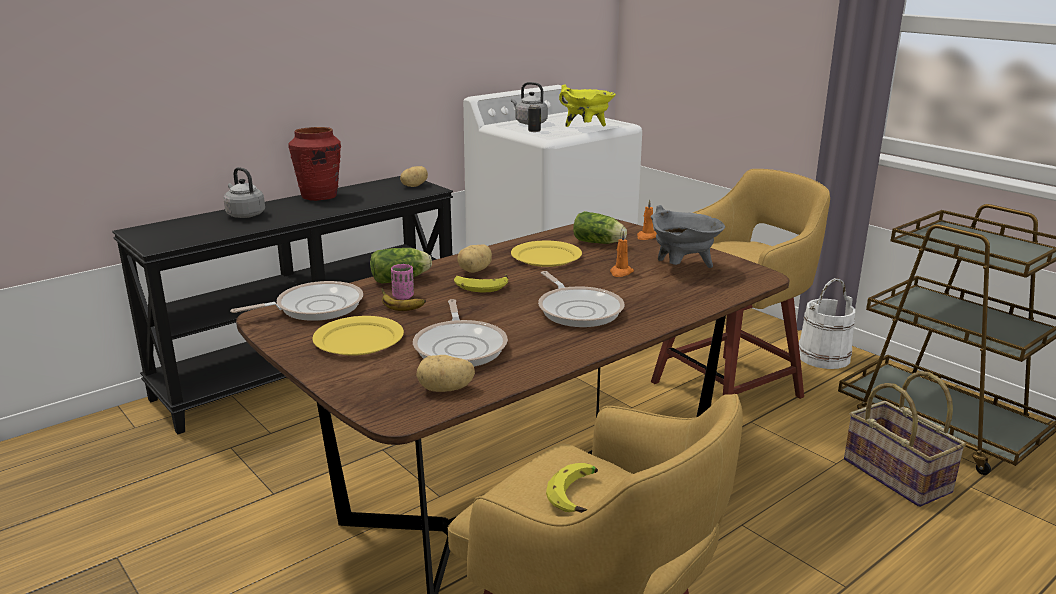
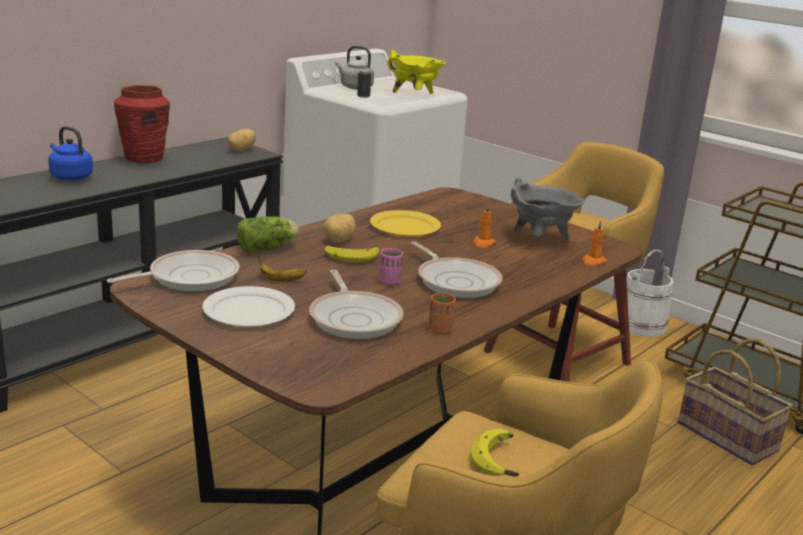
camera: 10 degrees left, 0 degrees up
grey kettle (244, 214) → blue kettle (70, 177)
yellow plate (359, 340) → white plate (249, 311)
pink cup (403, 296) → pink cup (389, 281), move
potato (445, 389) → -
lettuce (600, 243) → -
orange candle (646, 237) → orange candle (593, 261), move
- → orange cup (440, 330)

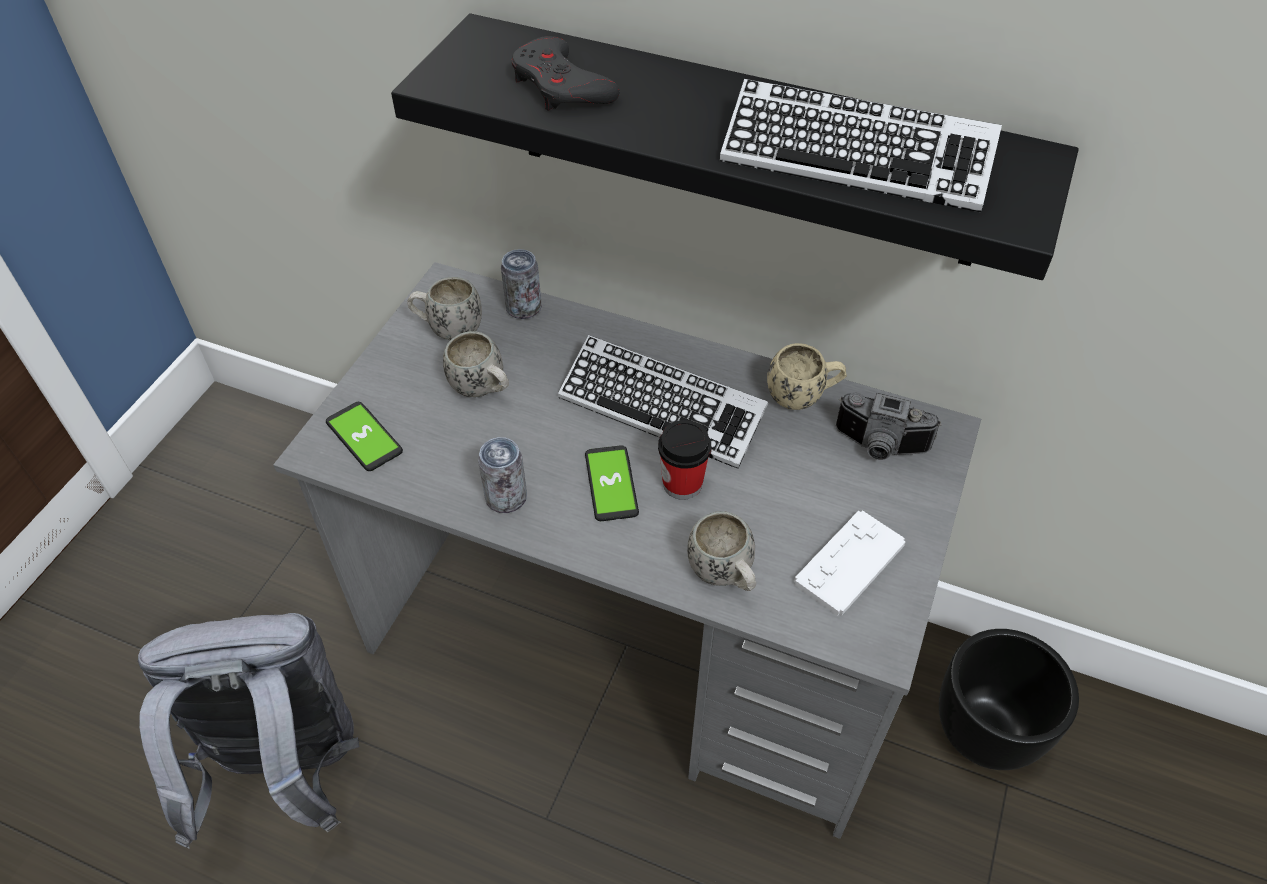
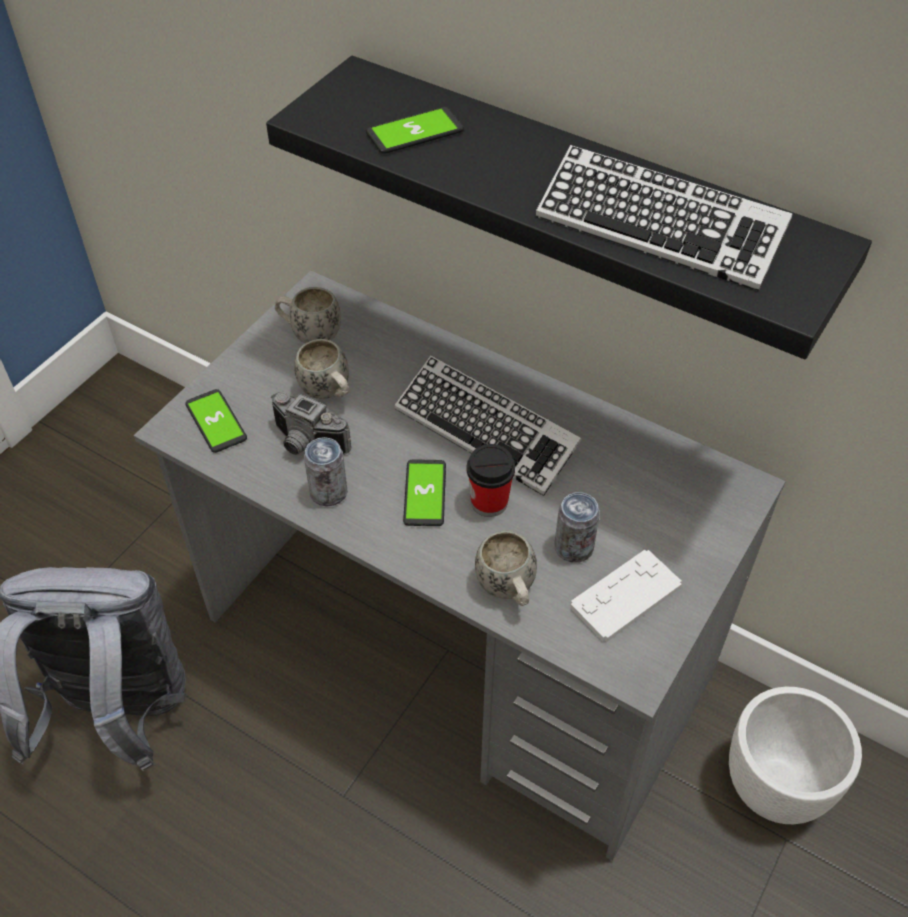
camera: 10 degrees right, 0 degrees up
can (523, 308) → can (573, 547), move
grey game controller (561, 86) → phone (414, 132)
beige mug (802, 397) → -
photo camera (879, 448) → photo camera (305, 445), move
black planter (983, 732) → white planter (773, 786)

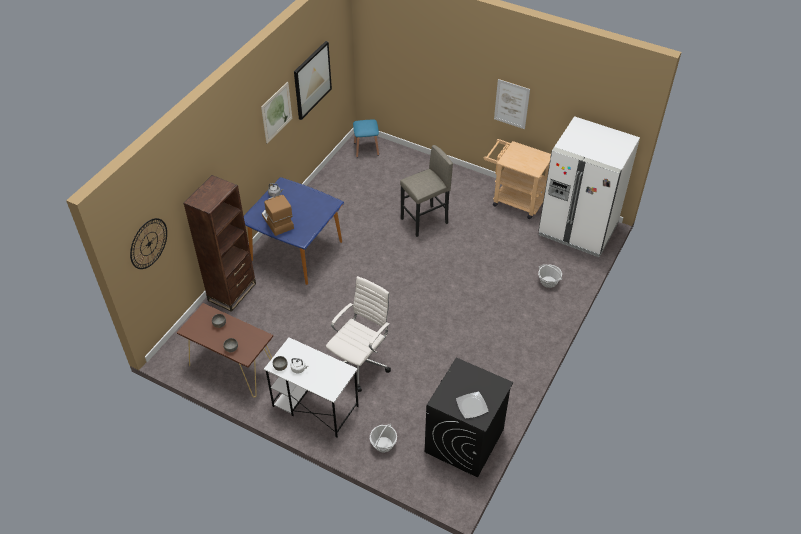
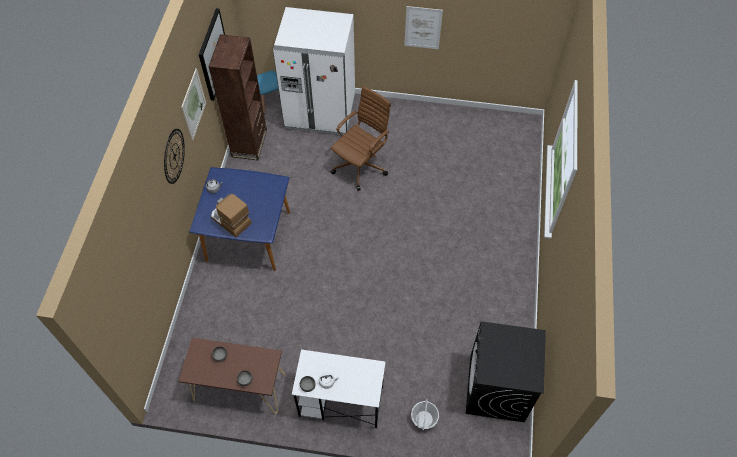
camera: 20 degrees left, 10 degrees up
wall clock (148, 243) → wall clock (174, 156), move
brown bookcase (232, 292) → brown bookcase (249, 143), move
white office chair (360, 363) → -
grey stool (424, 221) → brown office chair (361, 165)
plate (471, 406) → -
beige cart (514, 200) → -
white fridge (578, 230) → white fridge (320, 112), move
basket (548, 282) → -

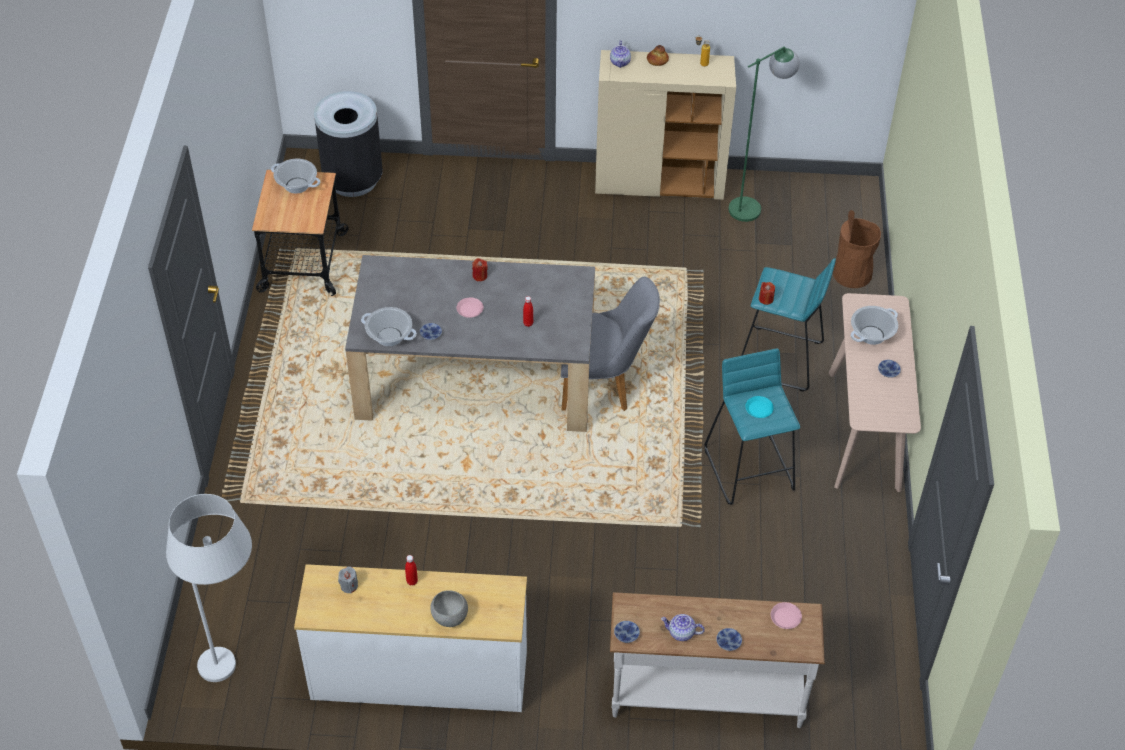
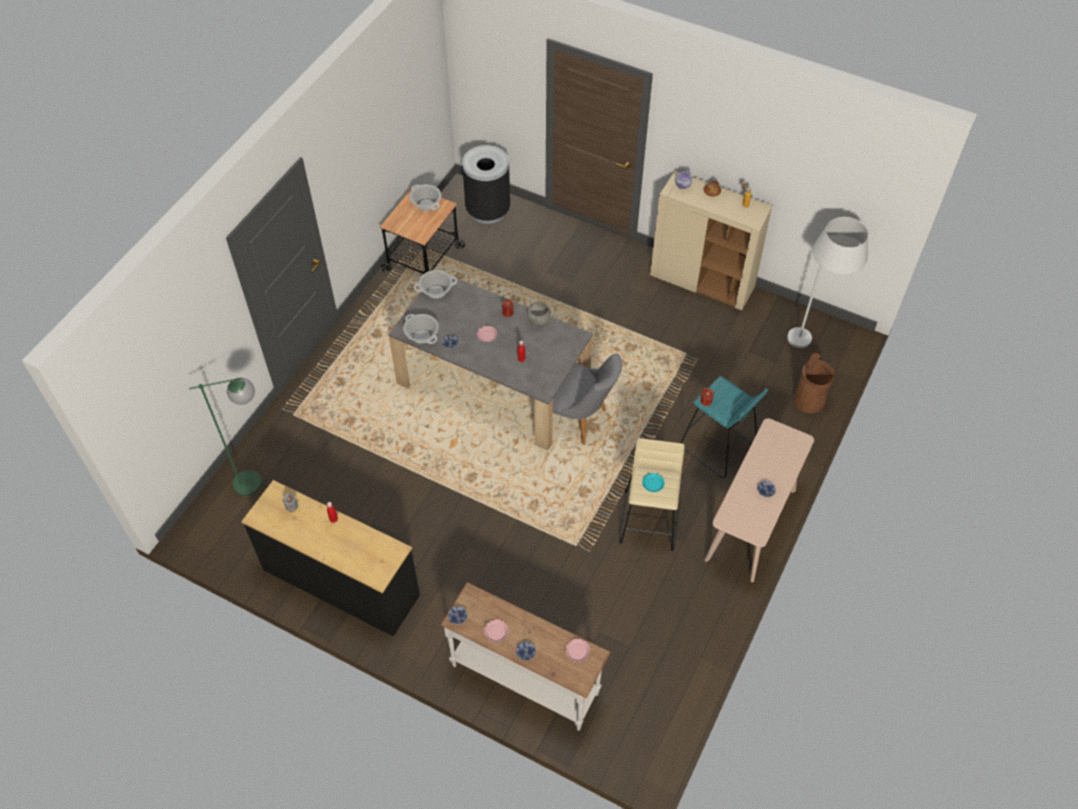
camera: 25 degrees right, 5 degrees up
white floor lamp (238, 660) → white floor lamp (813, 339), move
white dresser (419, 677) → black dresser (340, 583)
grey bowl (450, 617) → grey bowl (538, 320), move
teapot (681, 633) → pink plate (496, 632)
turquoise stool (750, 468) → beige stool (649, 521)
green floor lamp (753, 204) → green floor lamp (258, 481), move
cooking pot (871, 335) → cooking pot (436, 291), move

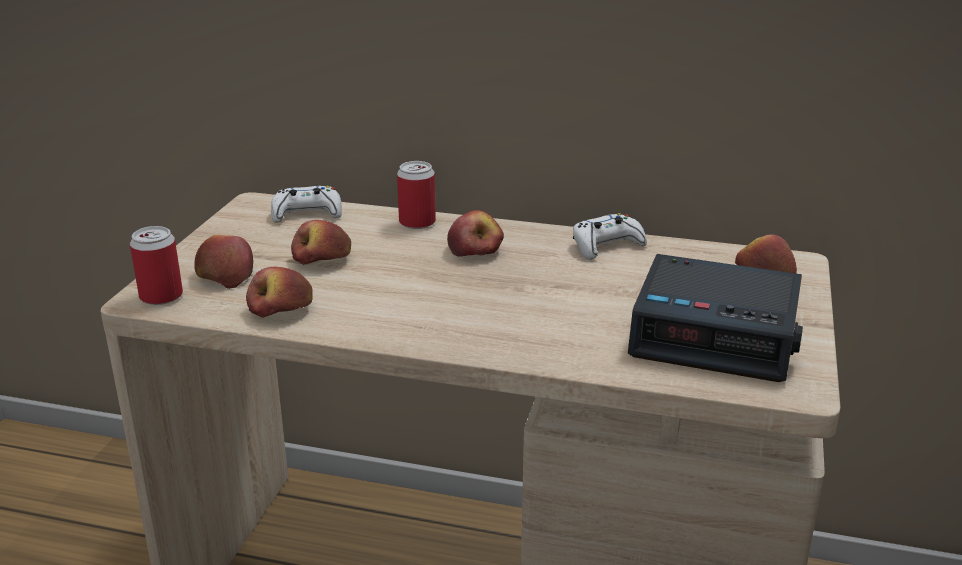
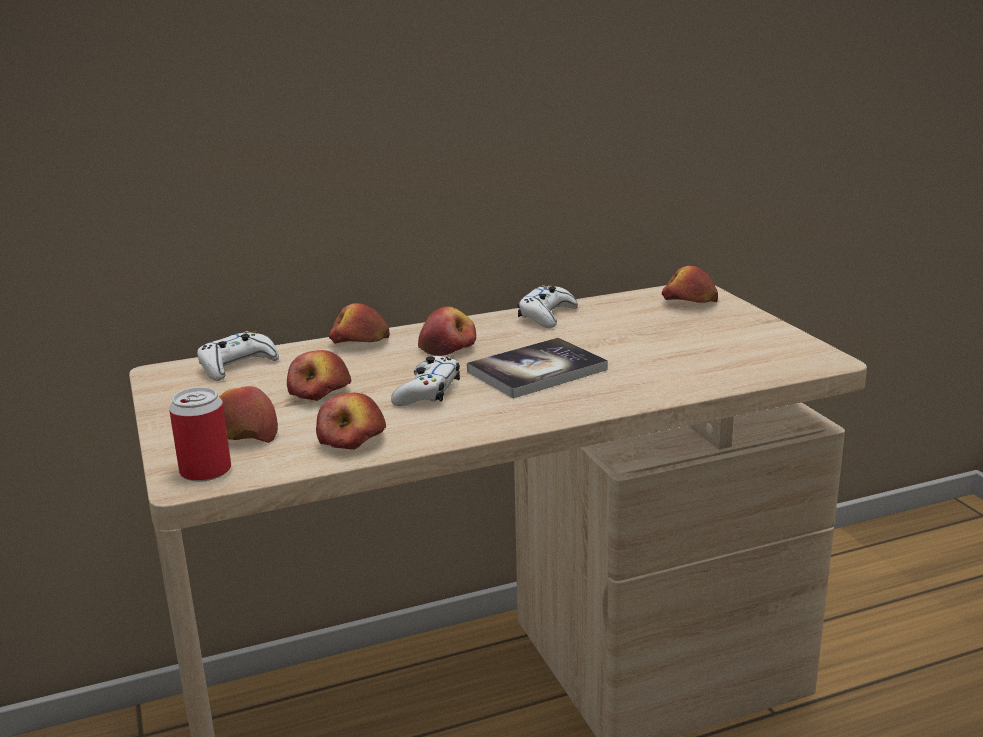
camera: 35 degrees left, 5 degrees down
can (417, 222) → apple (359, 343)
alarm clock (717, 334) → -
- → white game controller (427, 392)
- → book (537, 371)

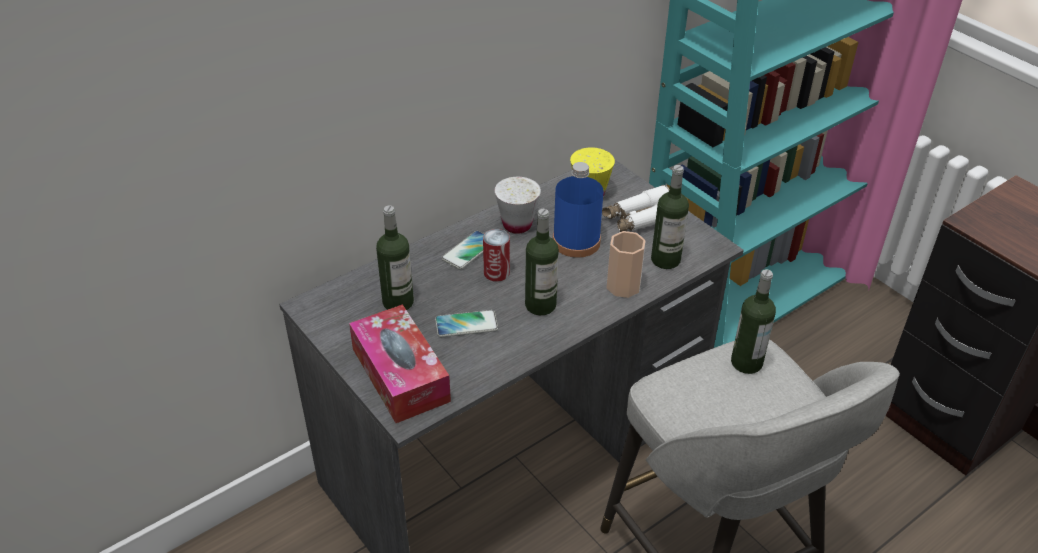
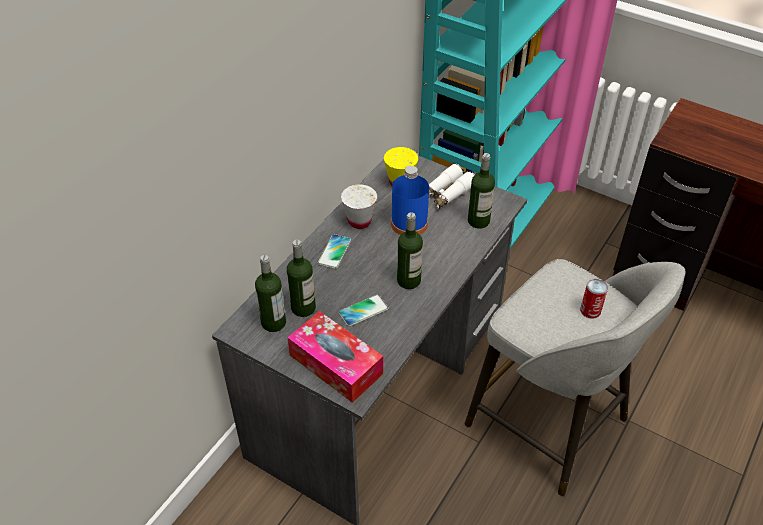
camera: 20 degrees left, 5 degrees up
can (496, 272) → can (590, 310), move
cup (623, 286) → -
bottle (746, 362) → bottle (273, 322), move

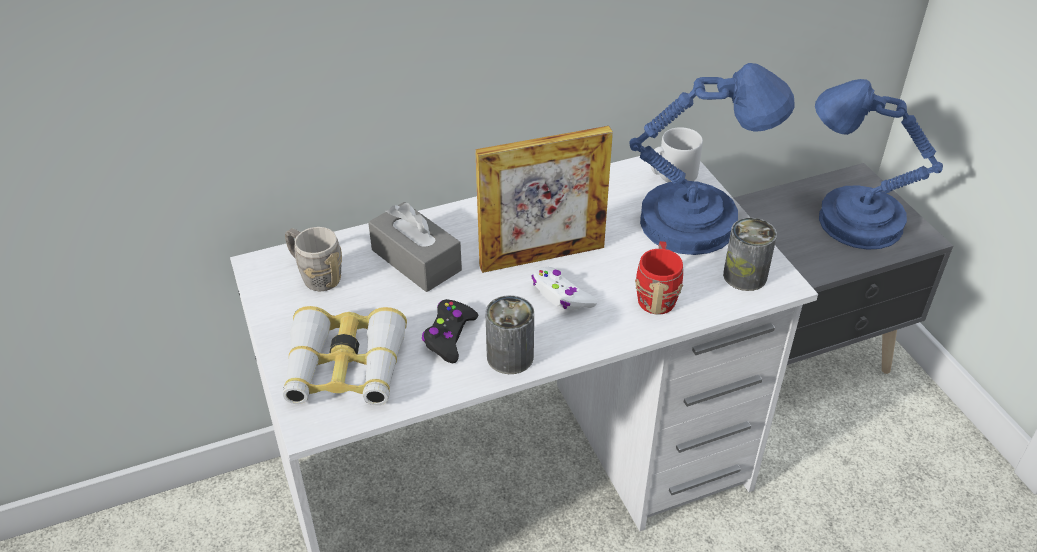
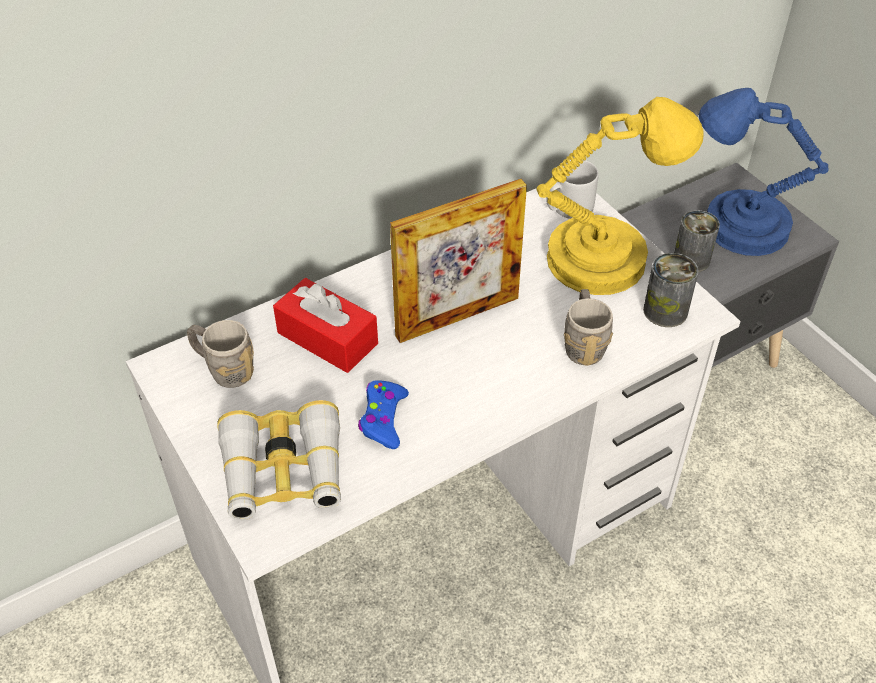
camera: 10 degrees left, 5 degrees up
grey tissue box (416, 260) → red tissue box (327, 338)
black game controller (449, 336) → blue game controller (383, 419)
can (510, 356) → can (691, 259), move
white game controller (561, 296) → -
blue table lamp (696, 222) → yellow table lamp (604, 258)
red mug (657, 295) → grey mug (583, 344)

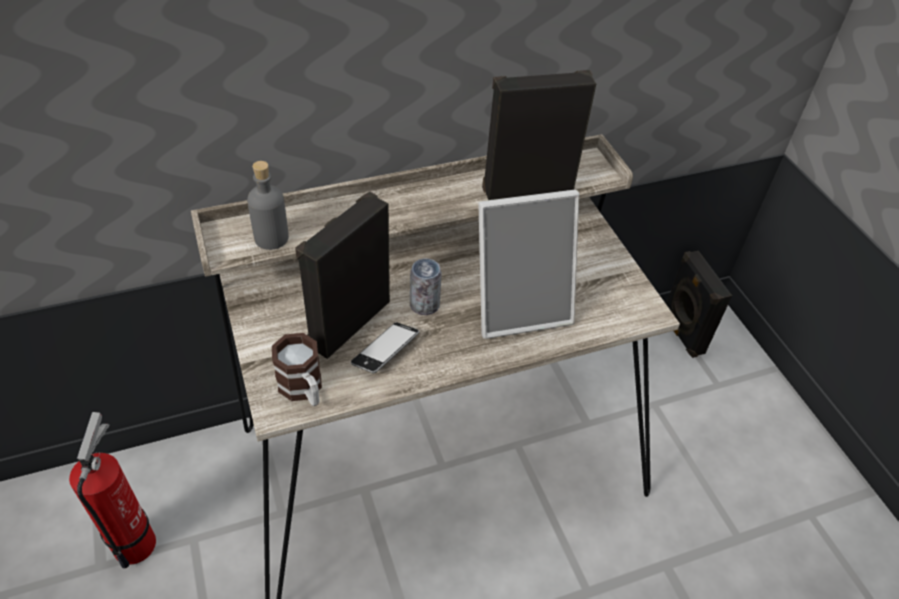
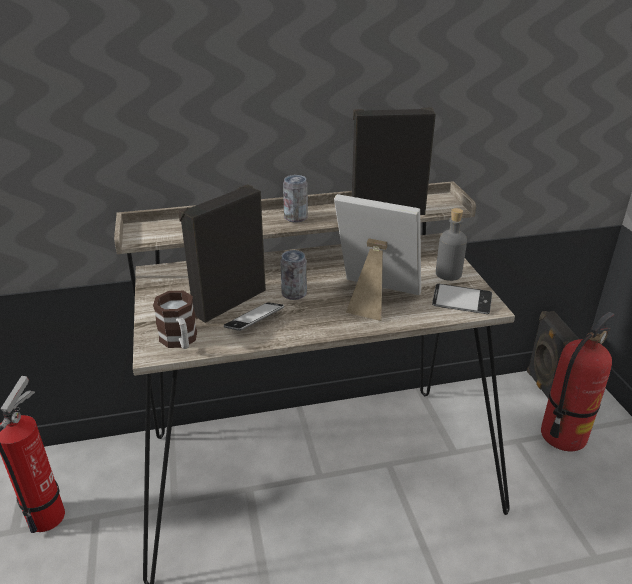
camera: 10 degrees right, 15 degrees down
grey bottle (271, 238) → grey bottle (448, 274), move
picture frame (519, 307) → picture frame (374, 298), 150 degrees counterclockwise
- → can (295, 218)
- → phone (461, 303)
- → fire extinguisher (562, 435)

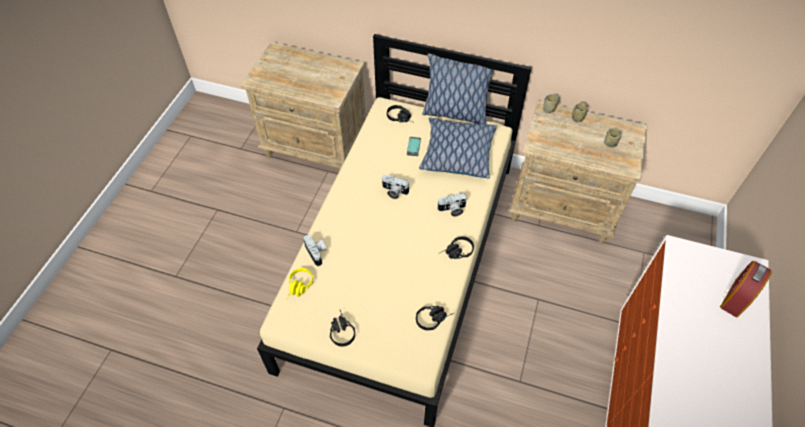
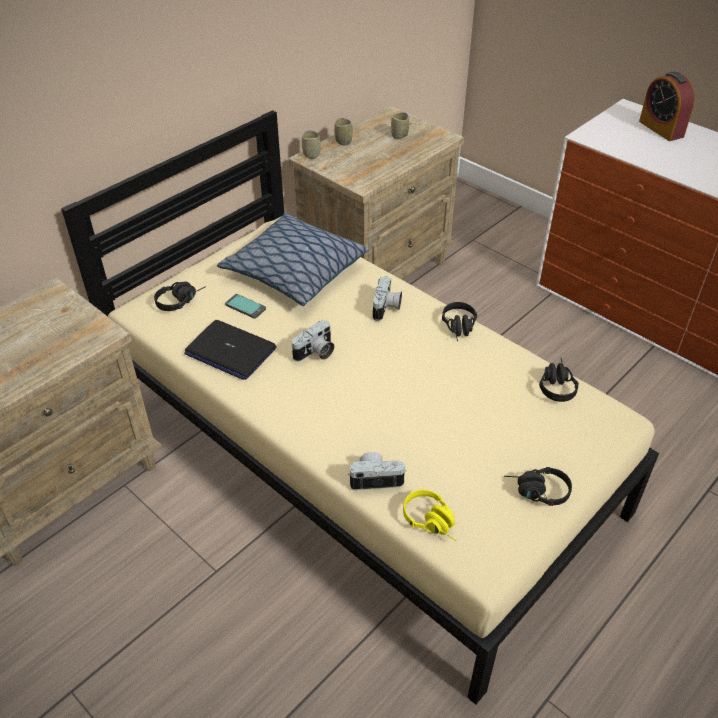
camera: 65 degrees left, 10 degrees down
pillow (454, 113) → -
- → laptop (230, 351)

